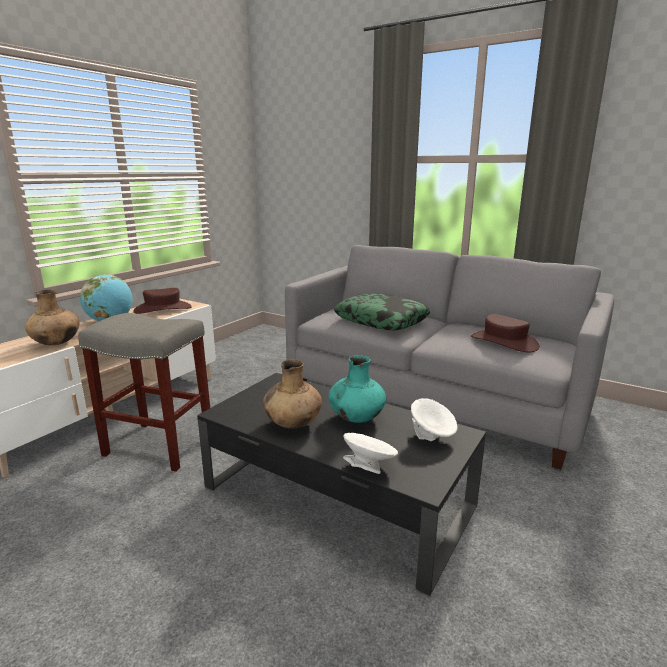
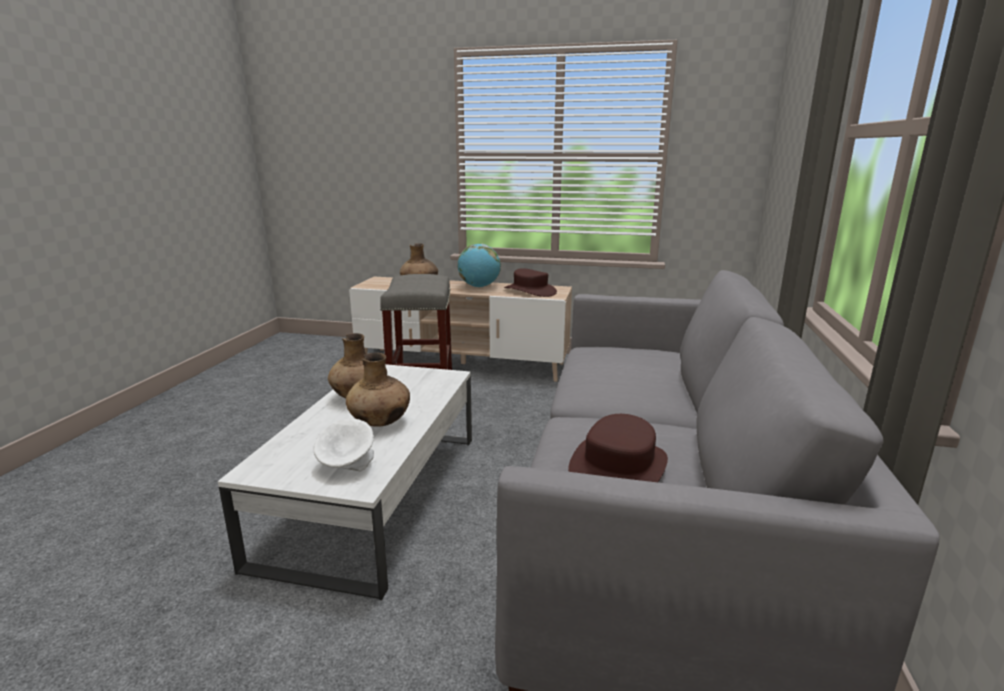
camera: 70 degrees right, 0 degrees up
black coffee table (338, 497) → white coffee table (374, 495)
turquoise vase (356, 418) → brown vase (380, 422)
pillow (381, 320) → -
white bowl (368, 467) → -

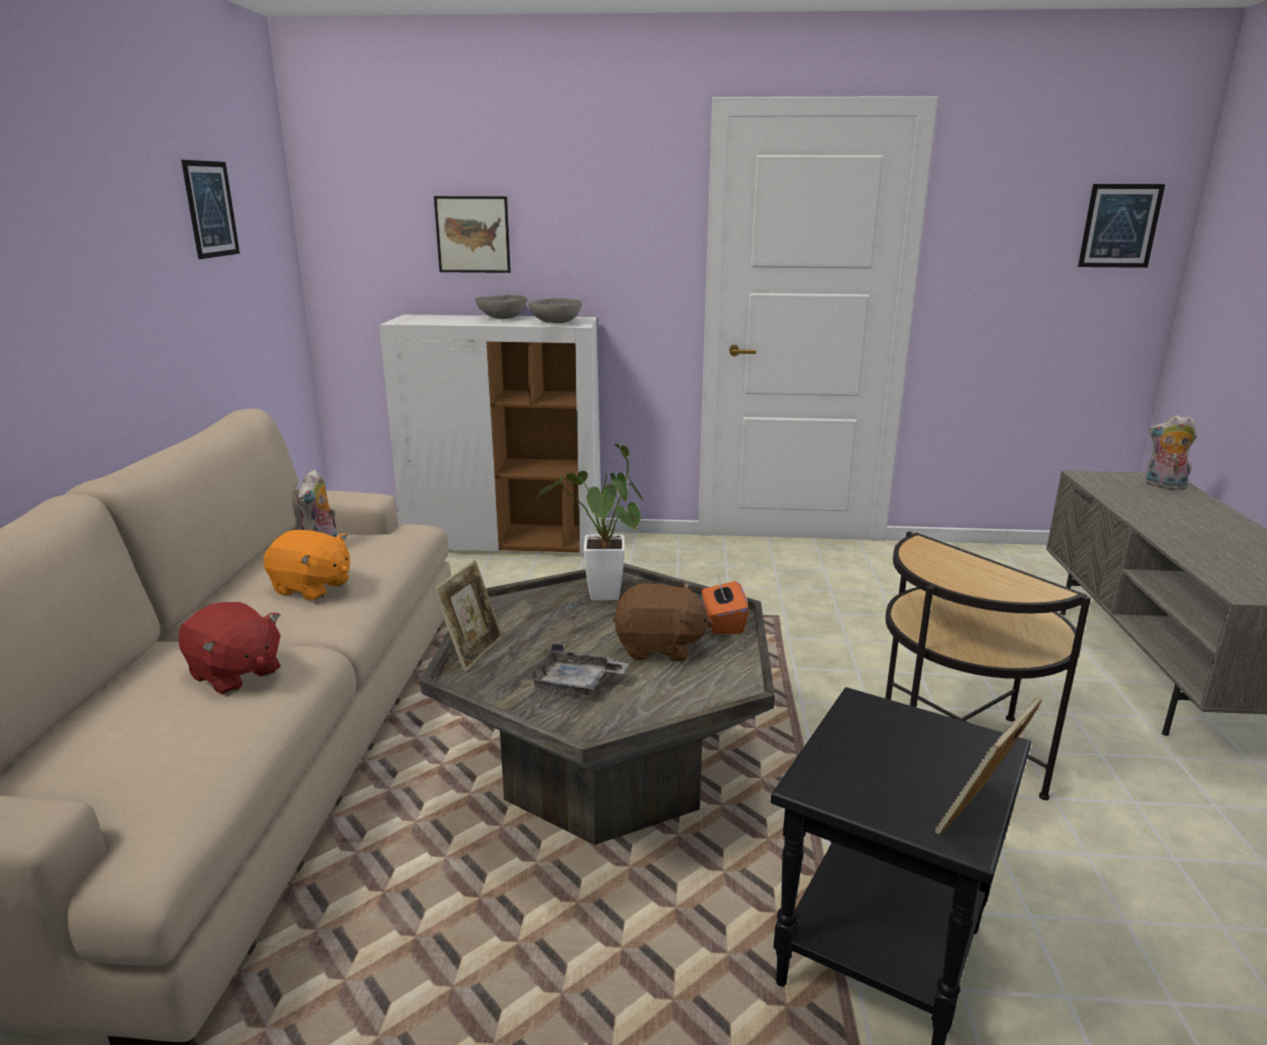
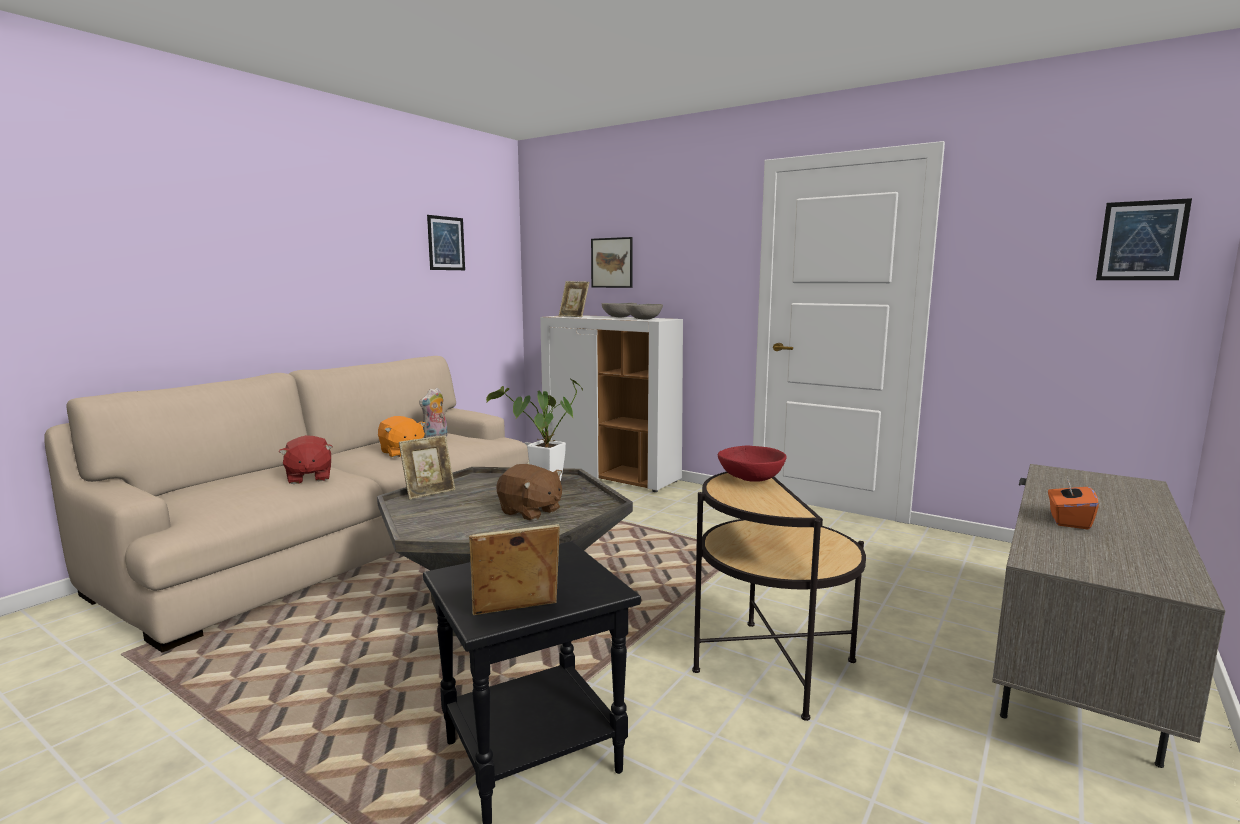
camera: 30 degrees right, 10 degrees down
grey tray (575, 683) → -
orange tissue box (723, 623) → orange tissue box (1068, 520), move
plush toy (1163, 486) → -
- → picture frame (574, 316)
- → red bowl (750, 479)

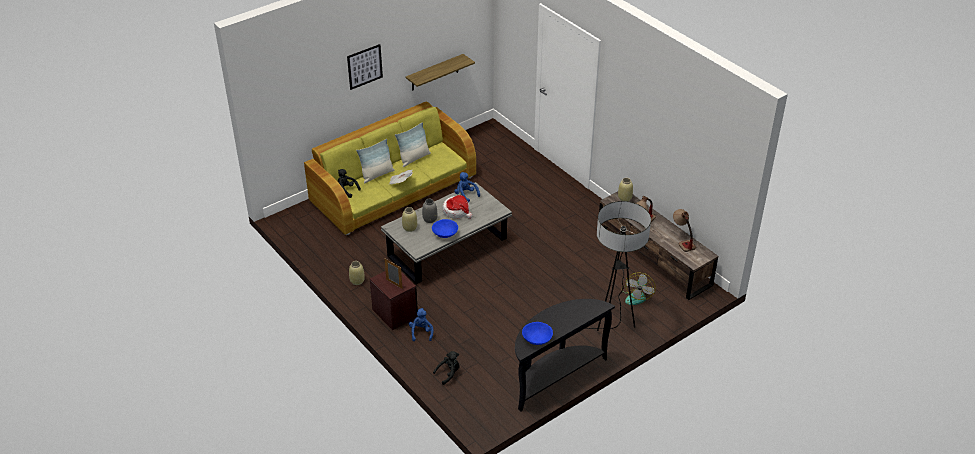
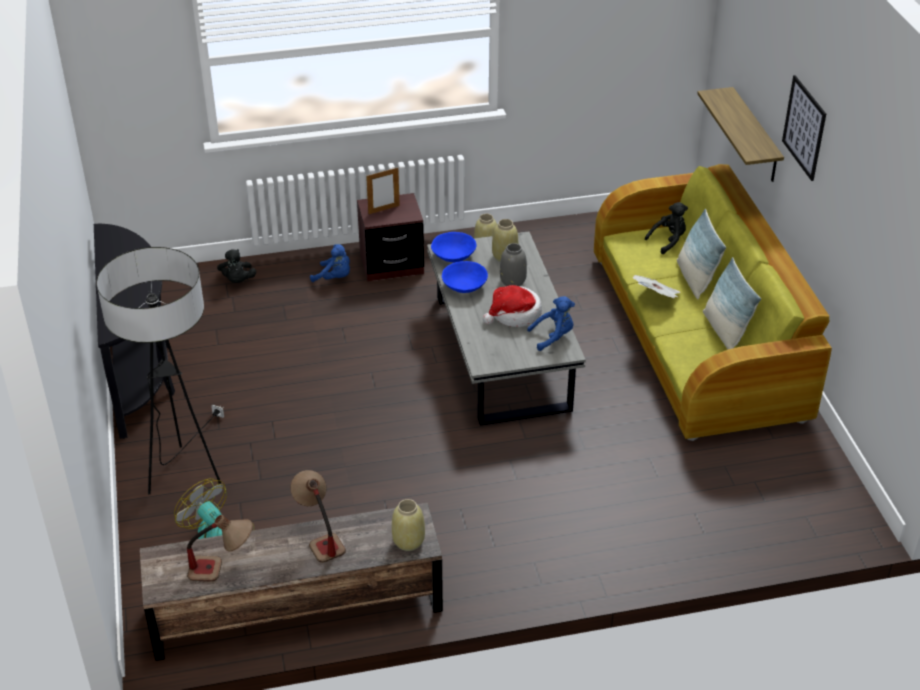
camera: 115 degrees right, 0 degrees up
shelf (435, 73) → shelf (755, 136), move
blue bowl (537, 339) → blue bowl (453, 256), move

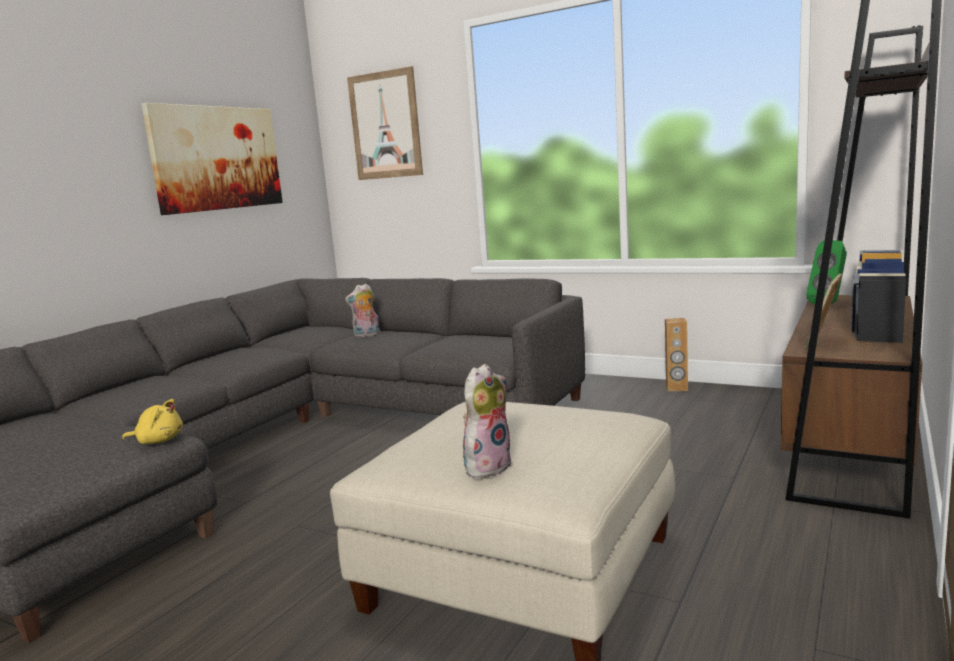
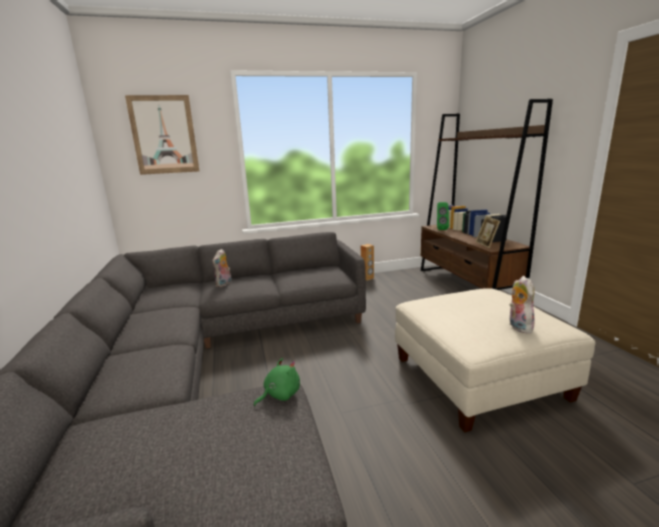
camera: 45 degrees left, 5 degrees up
yellow plush toy (158, 441) → green plush toy (280, 394)
picture (217, 158) → -

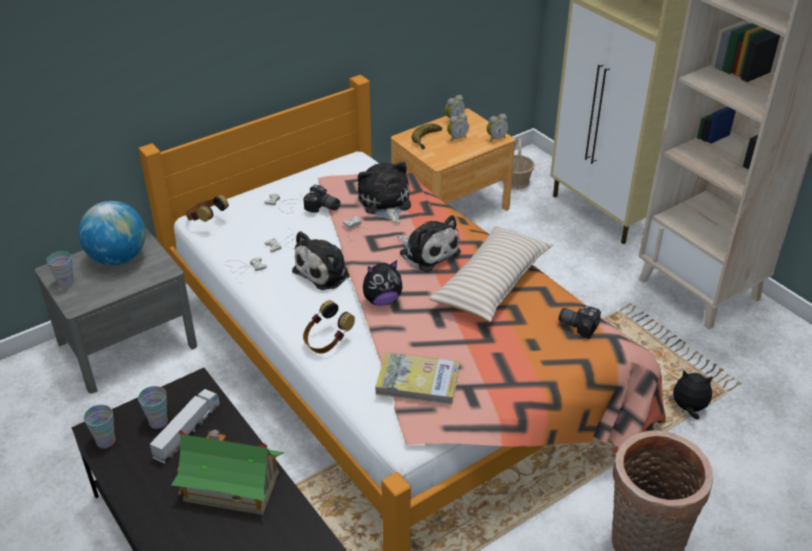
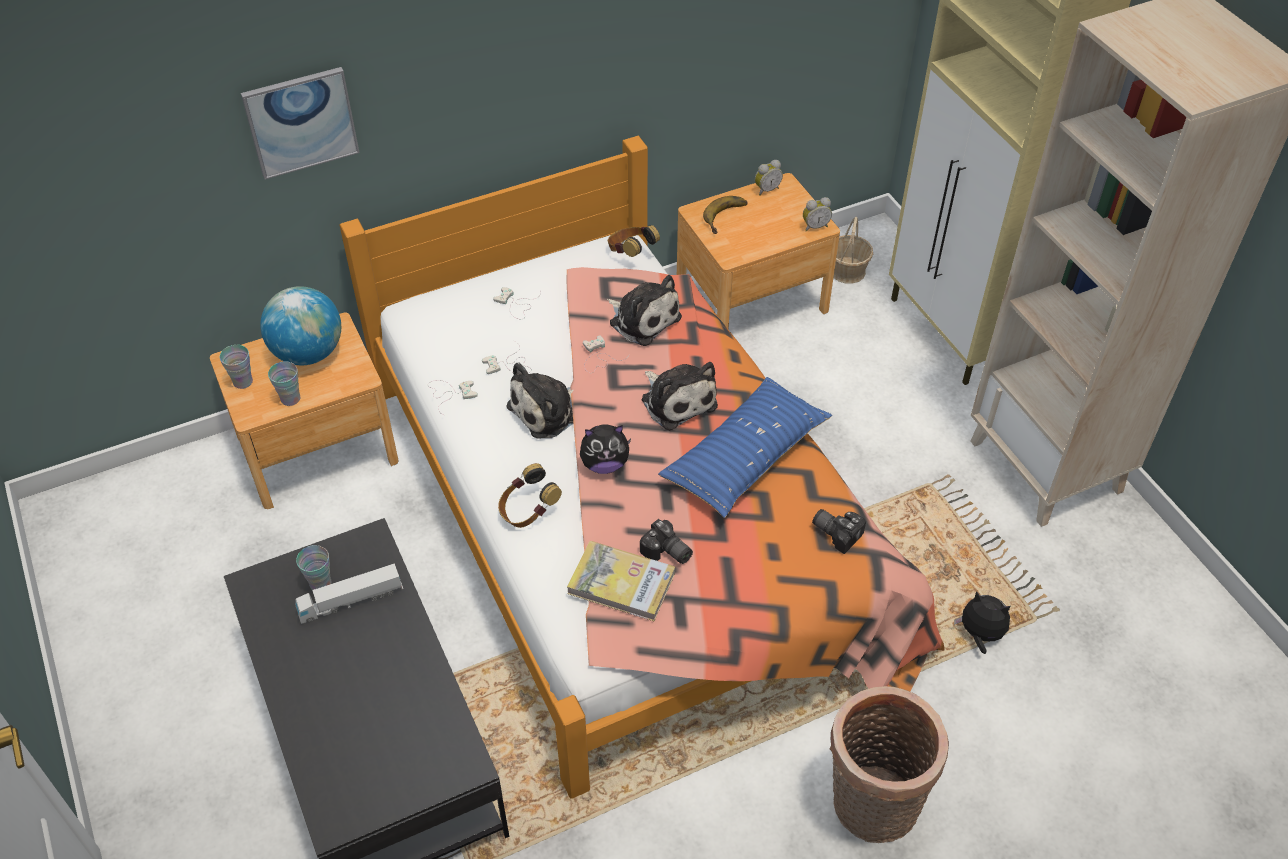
camera: 10 degrees right, 10 degrees up
grey nightstand (127, 344) → brown nightstand (317, 448)
cup (106, 441) → cup (290, 399), move
toy truck (187, 431) → toy truck (351, 601), 150 degrees counterclockwise
toy house (230, 486) → -
headphones (206, 221) → headphones (631, 253), move
photo camera (322, 208) → photo camera (666, 553), move
plush toy (385, 203) → plush toy (642, 318), 135 degrees clockwise
beige pillow (491, 283) → blue pillow (745, 457)
alarm clock (456, 138) → -
- → picture (301, 122)

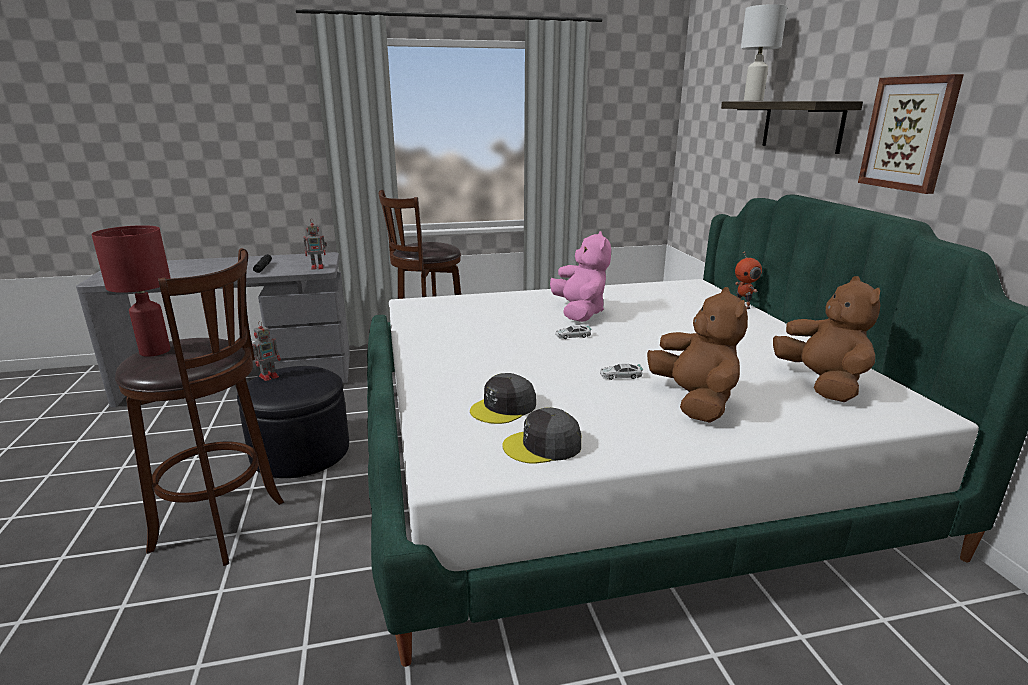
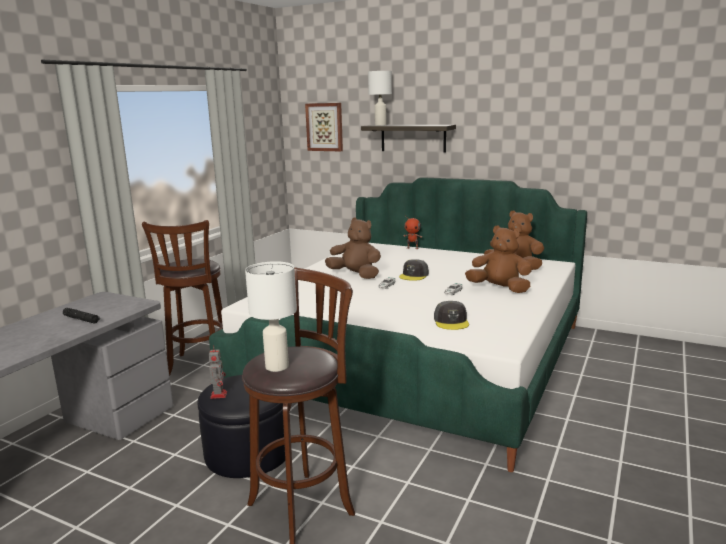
camera: 50 degrees left, 5 degrees down
red table lamp (154, 351) → white table lamp (277, 367)
toy robot (318, 267) → -
grey cap (543, 446) → grey cap (414, 275), move
pink plush toy (579, 312) → brown plush toy (356, 275)
picture (909, 133) → picture (325, 127), move

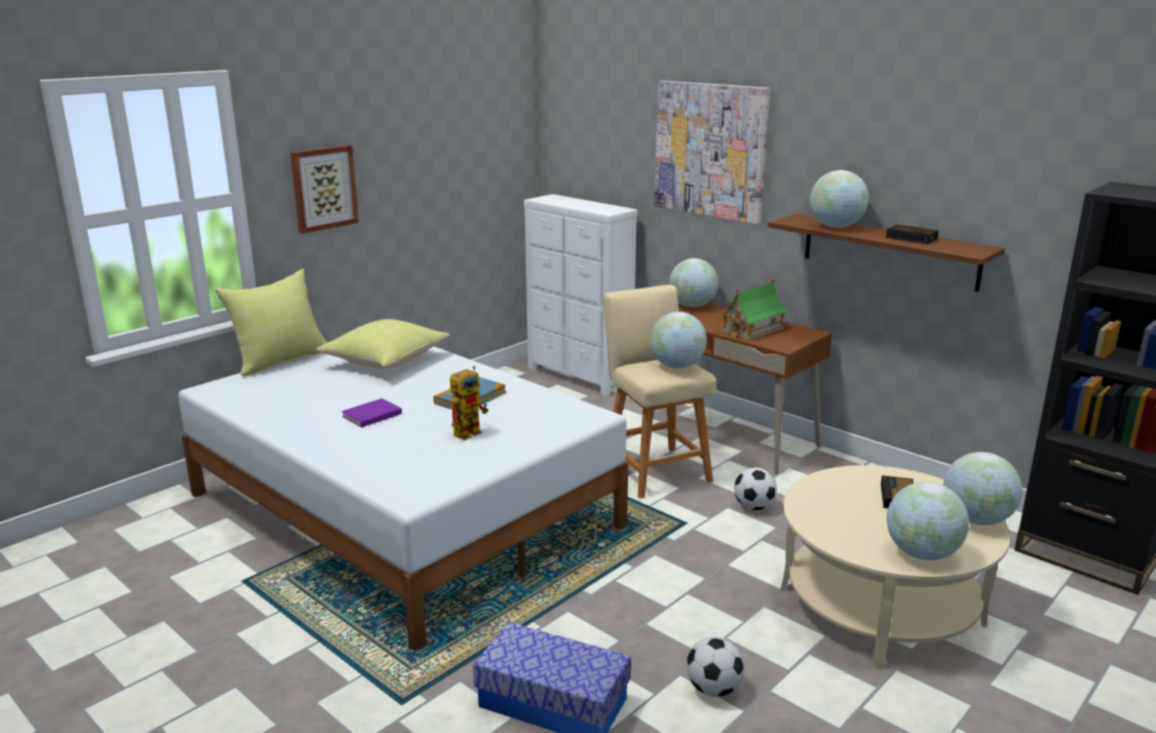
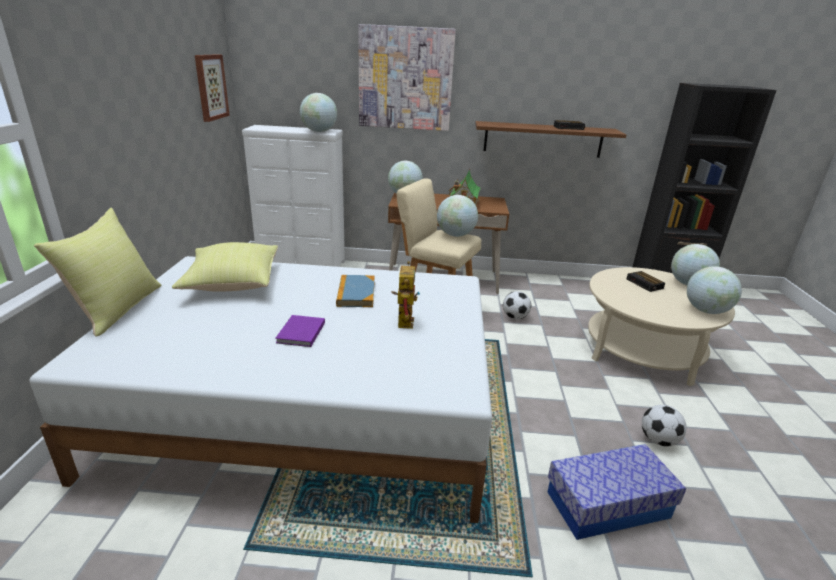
camera: 40 degrees left, 5 degrees up
picture (323, 188) → picture (210, 87), move
globe (836, 227) → globe (319, 131), move

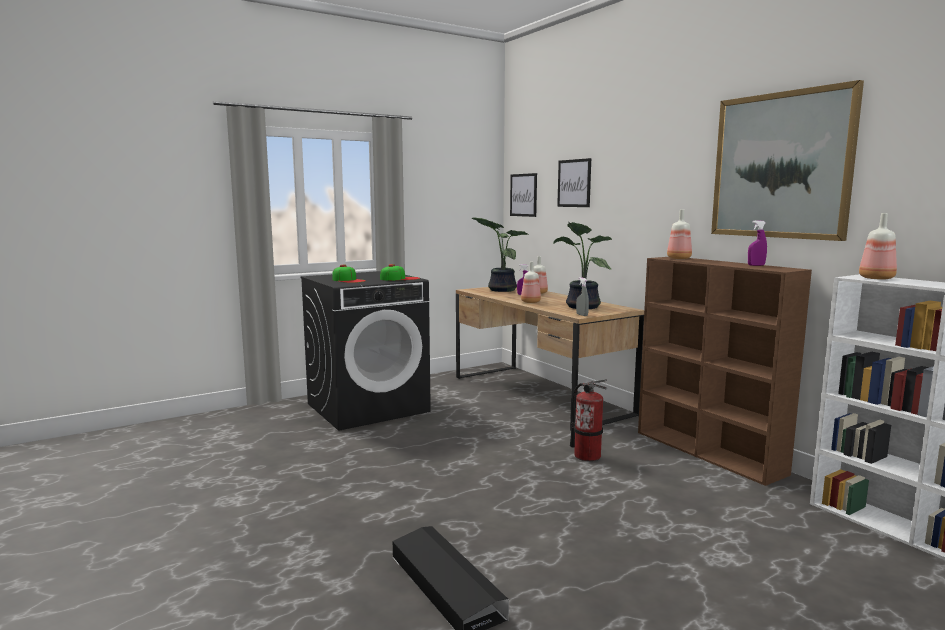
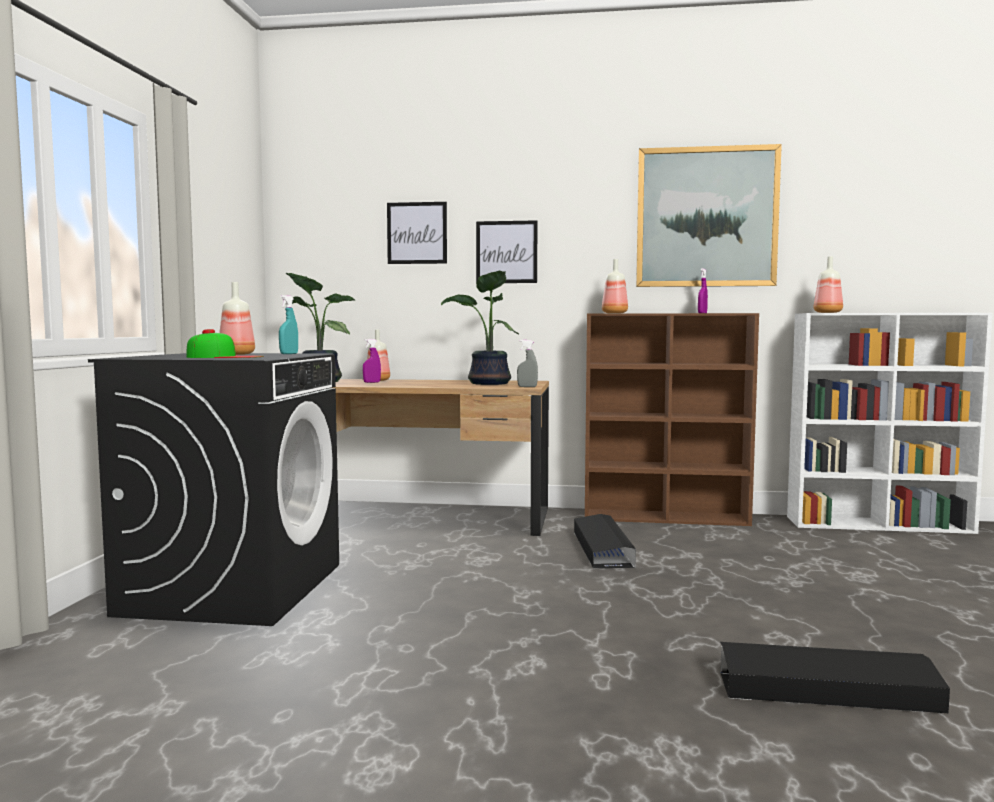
camera: 50 degrees left, 5 degrees down
cap (400, 278) → turquoise spray bottle (289, 354)
picture (523, 195) → picture (506, 252), move
bottle (530, 302) → bottle (235, 354), move
fire extinguisher (587, 455) → black storage box (602, 549)

